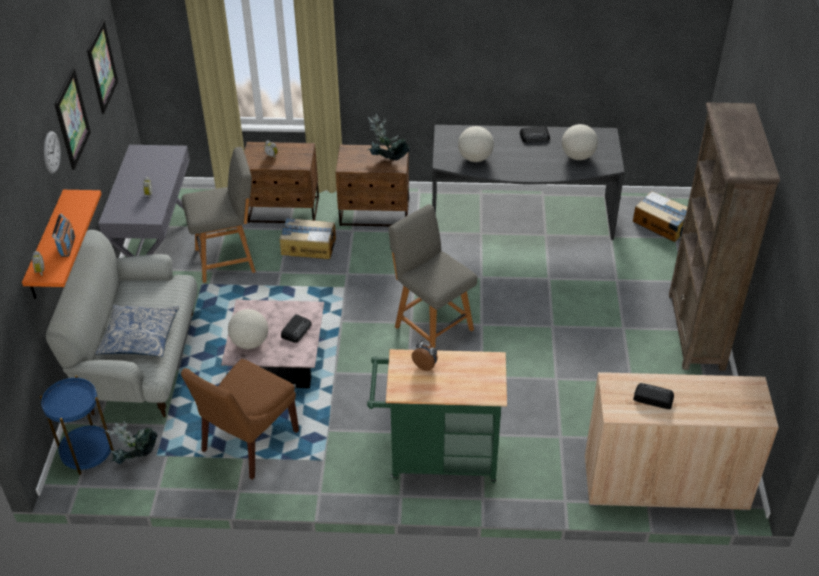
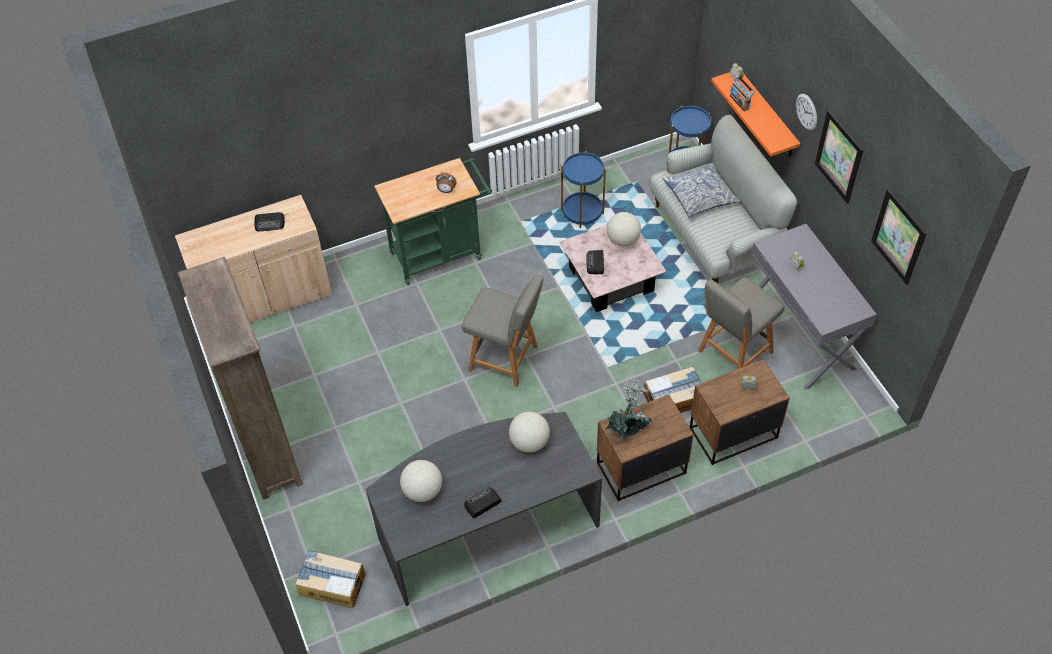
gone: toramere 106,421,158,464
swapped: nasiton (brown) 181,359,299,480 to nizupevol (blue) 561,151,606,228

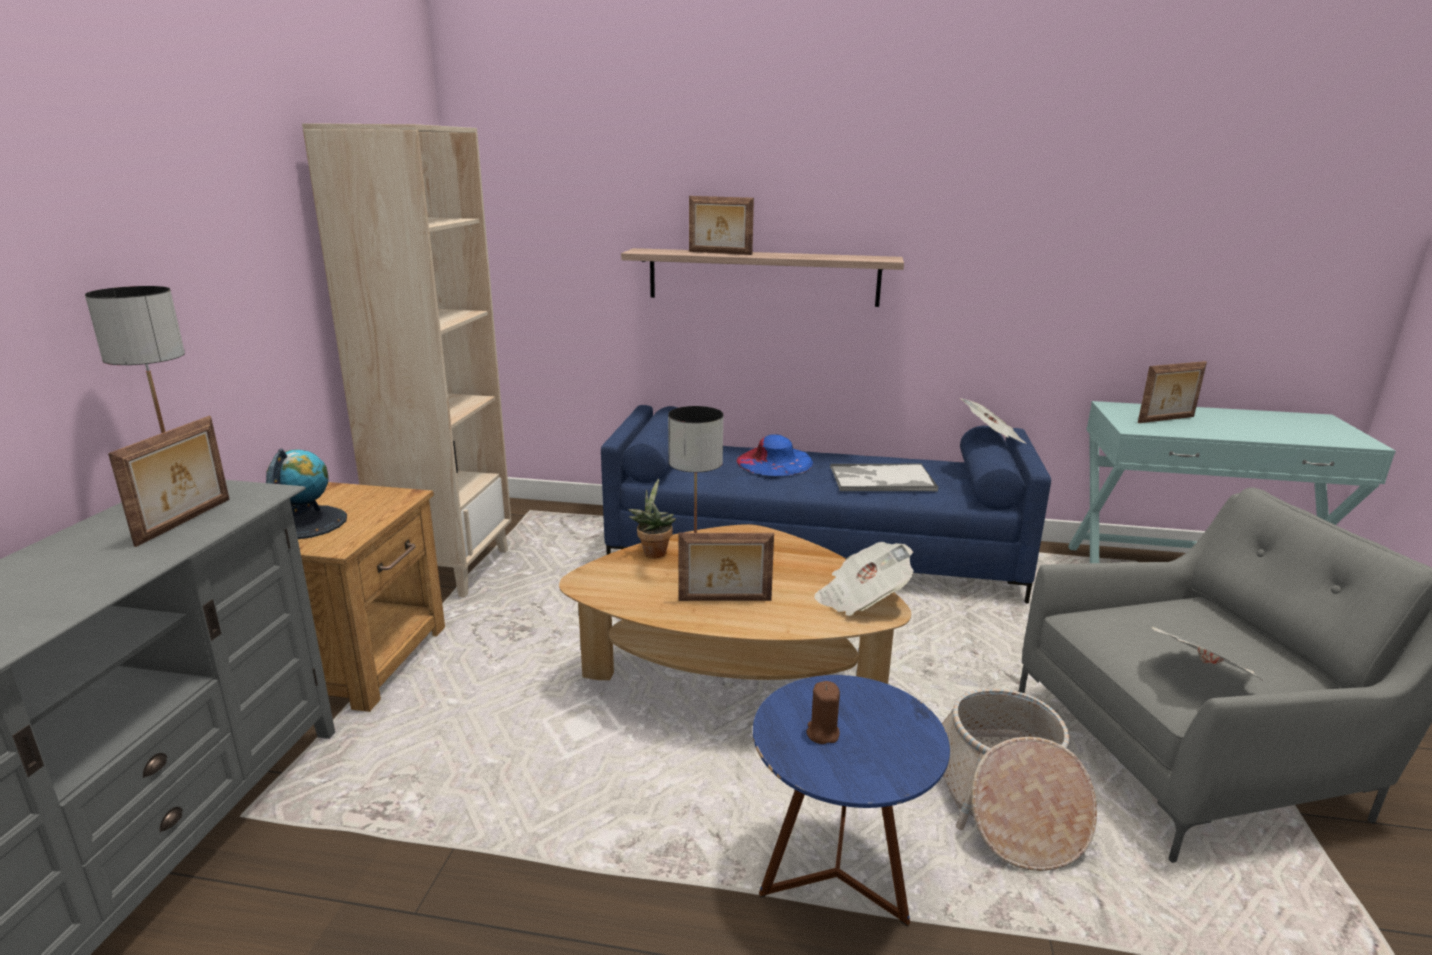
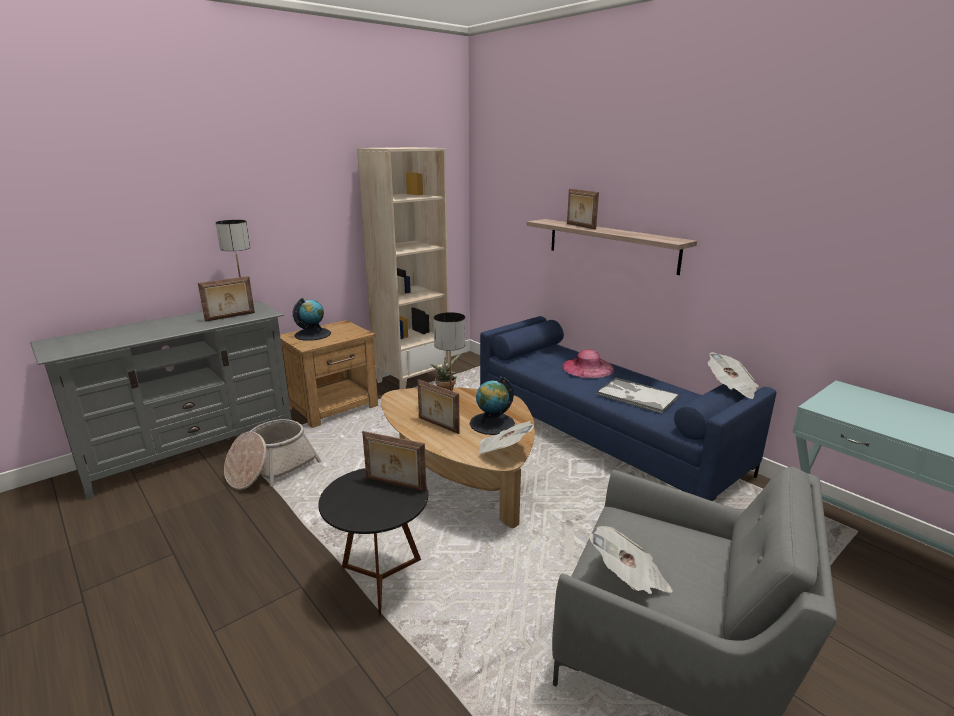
gone: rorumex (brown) 806,681,840,744
new: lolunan 470,376,515,435
shifted: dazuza 942,689,1097,871 to 224,419,321,490; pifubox 1138,361,1207,423 to 362,431,427,492
repainted: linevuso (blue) 737,434,813,476 to linevuso (pink) 562,349,615,378; nizupevol (blue) 753,675,950,927 to nizupevol (black) 318,468,428,617

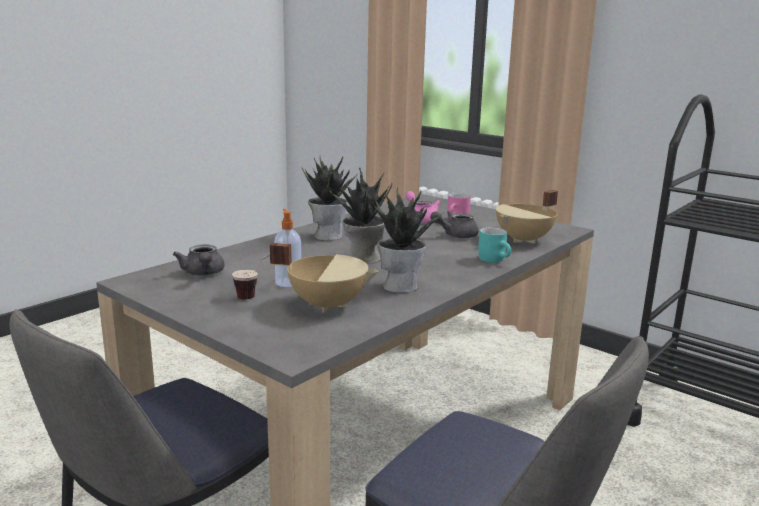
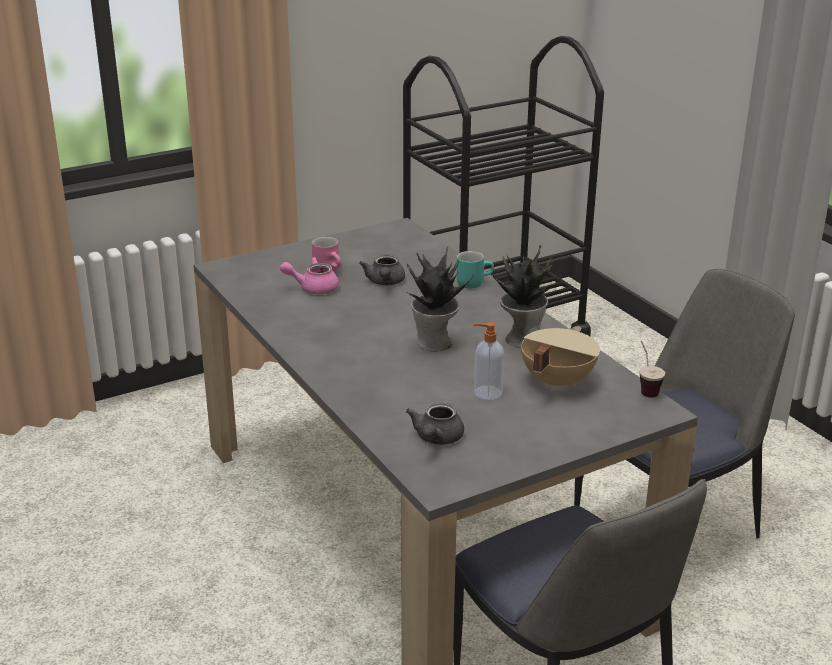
gone: toramere 302,156,358,241; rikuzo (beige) 496,190,558,244
shifted: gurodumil 232,255,270,299 to 639,341,665,398
rotated: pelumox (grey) 173,244,225,276 = 406,403,464,445 105 degrees clockwise

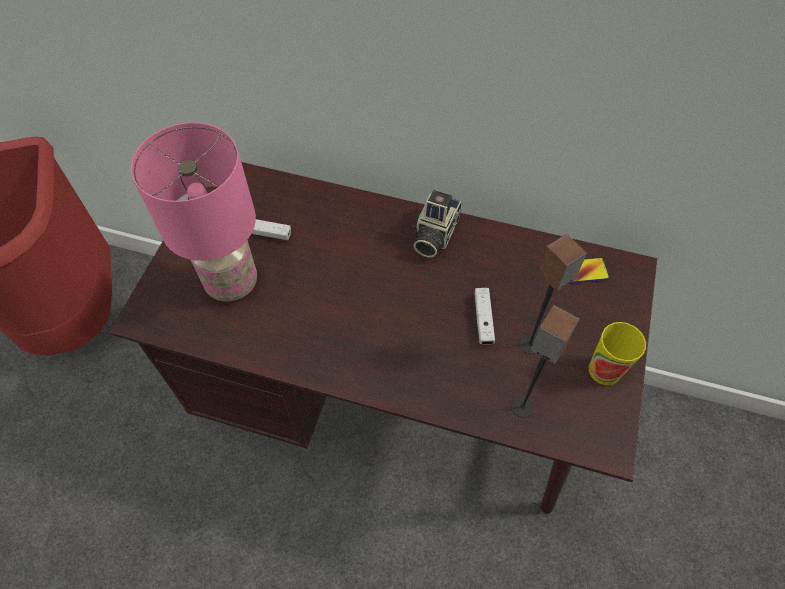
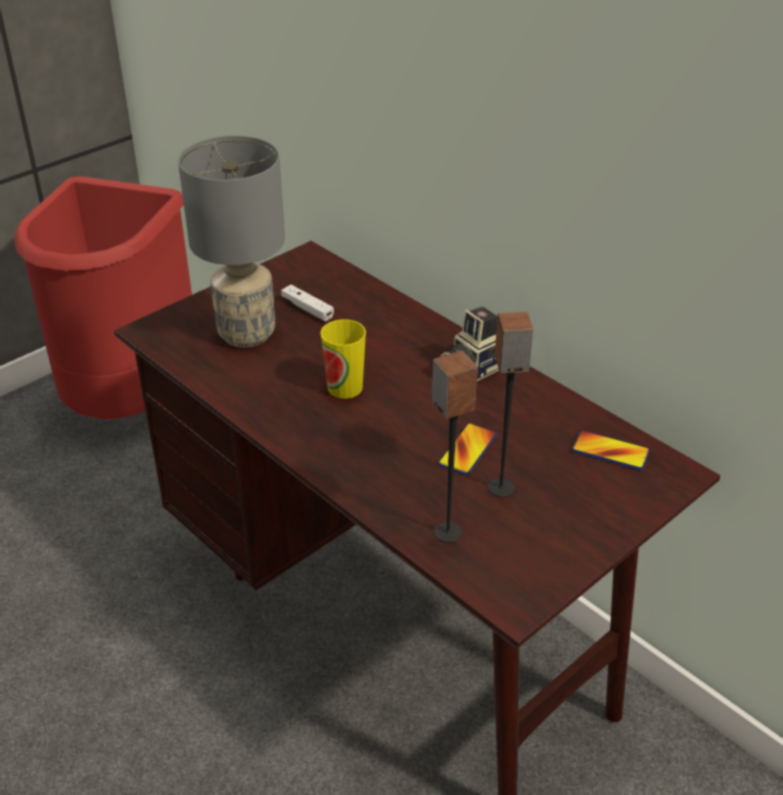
shifted: gurodumil 589,322,646,385 to 320,319,366,399
swapped: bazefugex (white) 474,288,495,345 to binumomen 438,423,497,475
repainted: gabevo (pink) 131,122,257,302 to gabevo (grey) 178,135,285,348

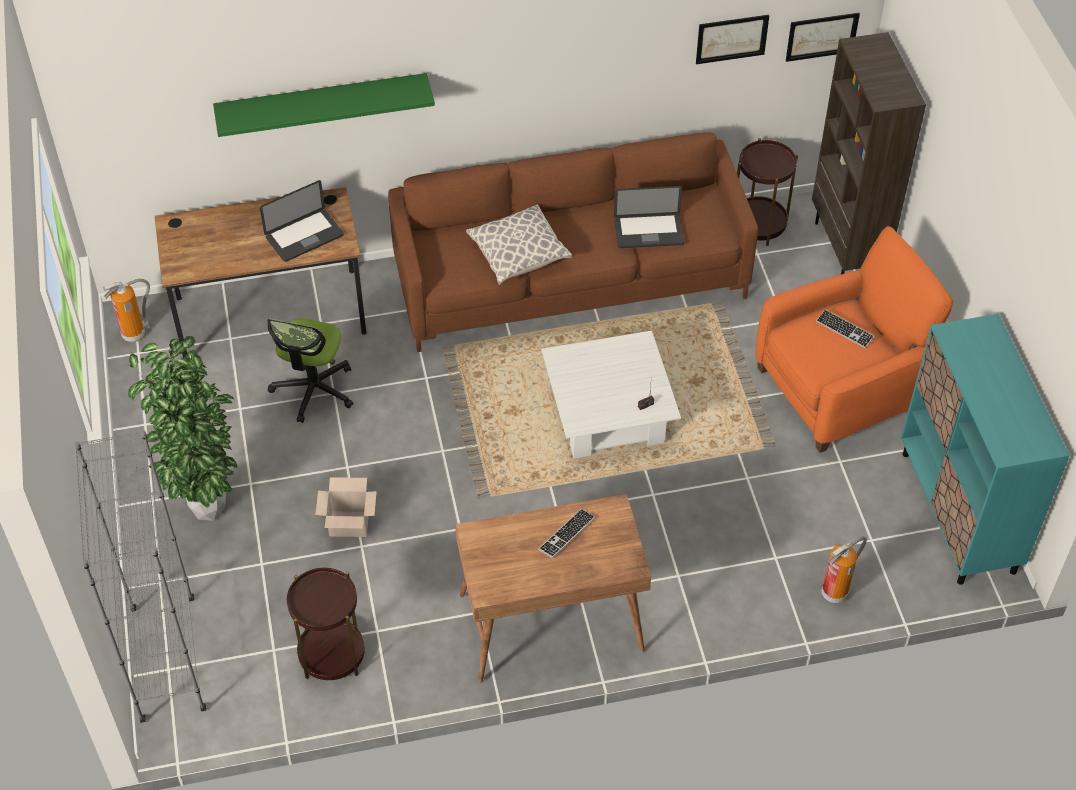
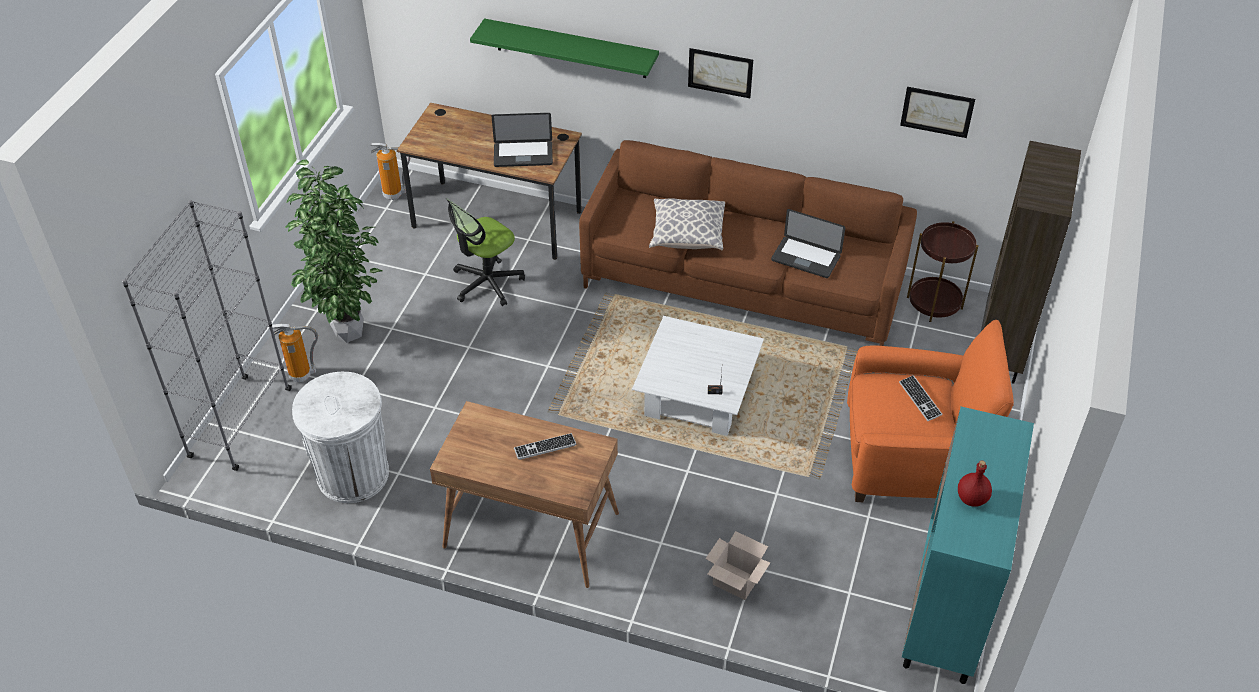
new: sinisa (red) 958,461,992,507
shifted: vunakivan 315,477,377,537 to 706,531,770,600; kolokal 786,13,860,62 to 688,48,753,98; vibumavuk 821,536,867,603 to 272,324,318,382
swapped: nizupevol (brown) 287,568,365,680 to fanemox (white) 292,372,389,503

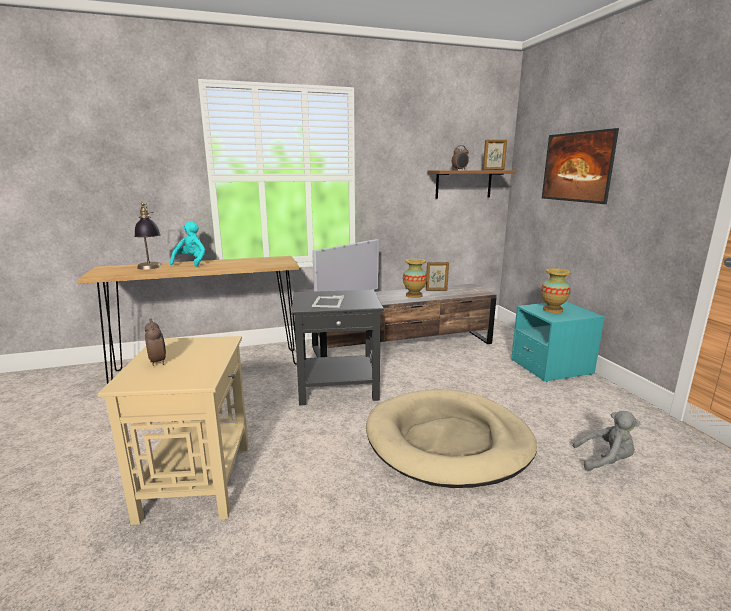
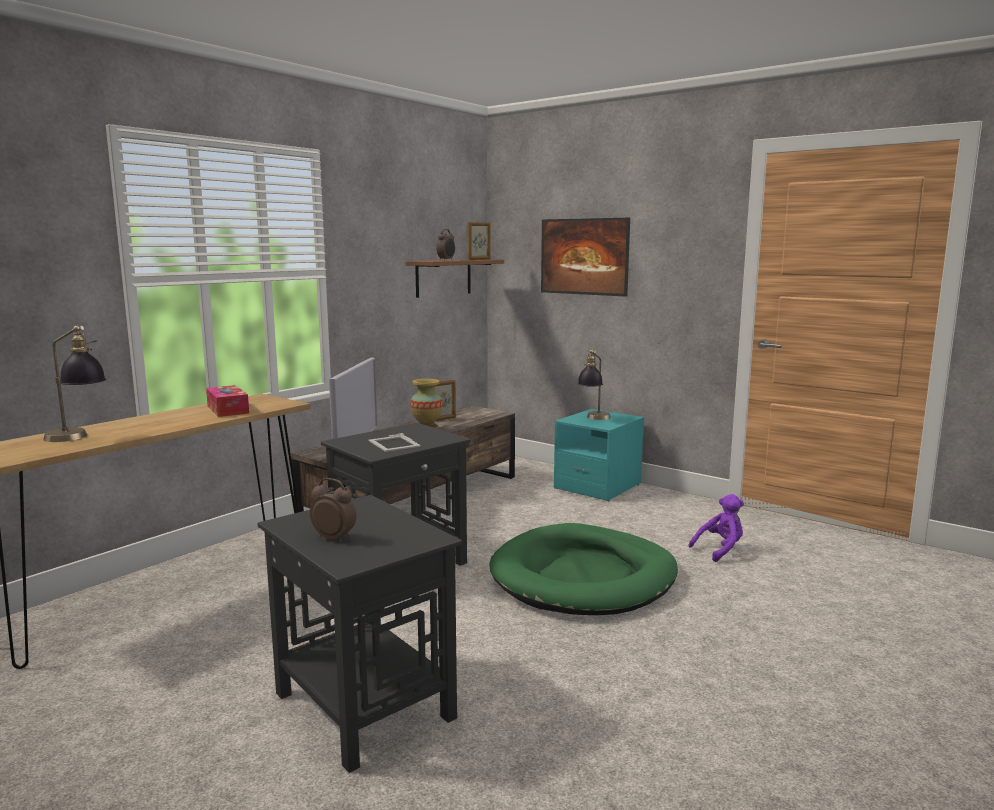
gone: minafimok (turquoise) 170,221,205,267
new: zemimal 206,385,249,417
swapped: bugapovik 541,268,571,313 to gabevo 577,350,611,420
repainted: nizupevol (beige) 98,336,248,525 to nizupevol (black) 258,495,462,773; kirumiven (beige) 366,389,537,488 to kirumiven (green) 489,523,678,615; minafimok (grey) 573,411,640,471 to minafimok (purple) 688,494,744,562

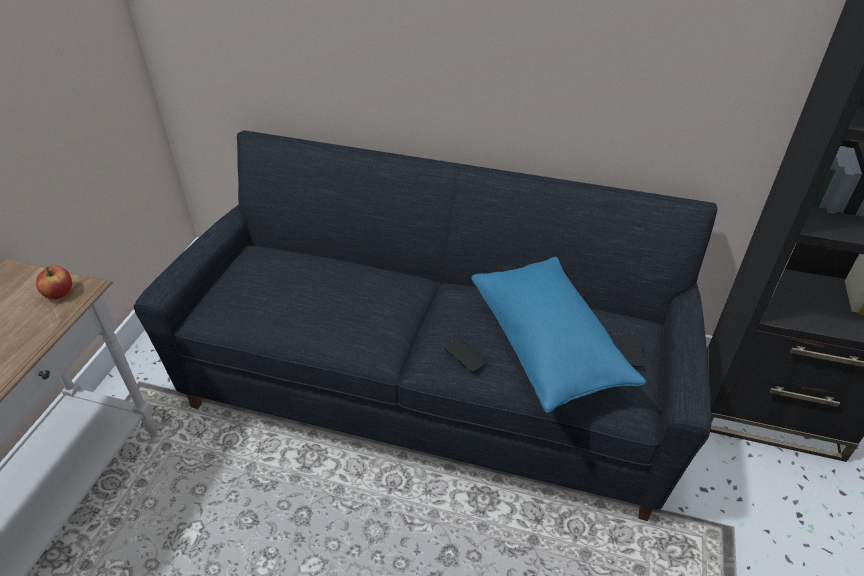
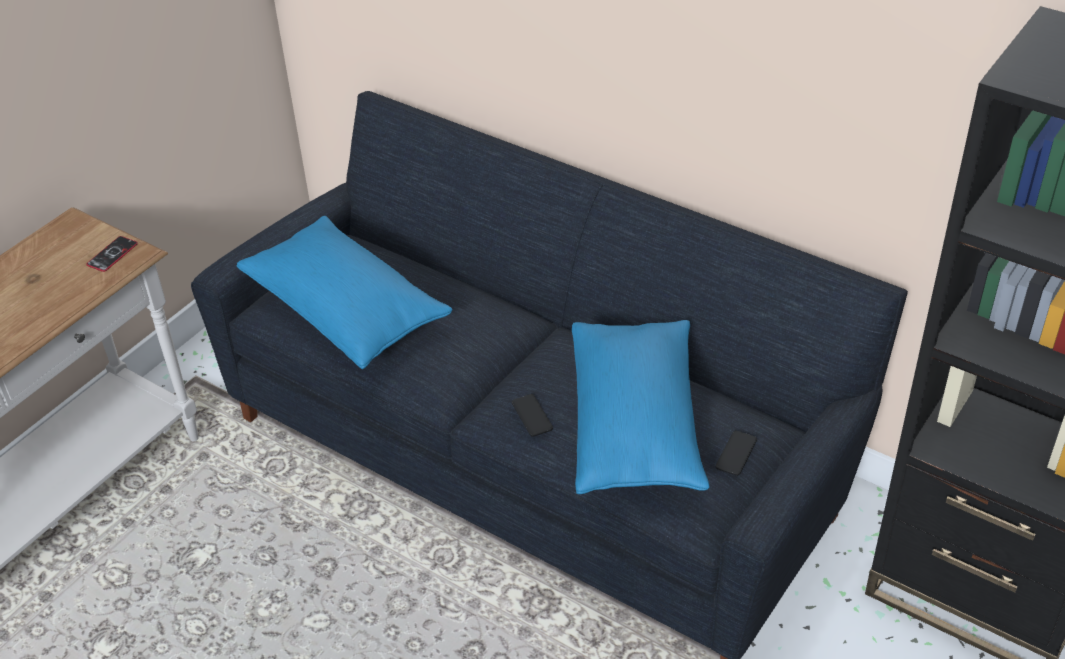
new: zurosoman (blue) 236,216,452,369
swapped: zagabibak 36,266,72,299 to binumomen 86,236,138,272

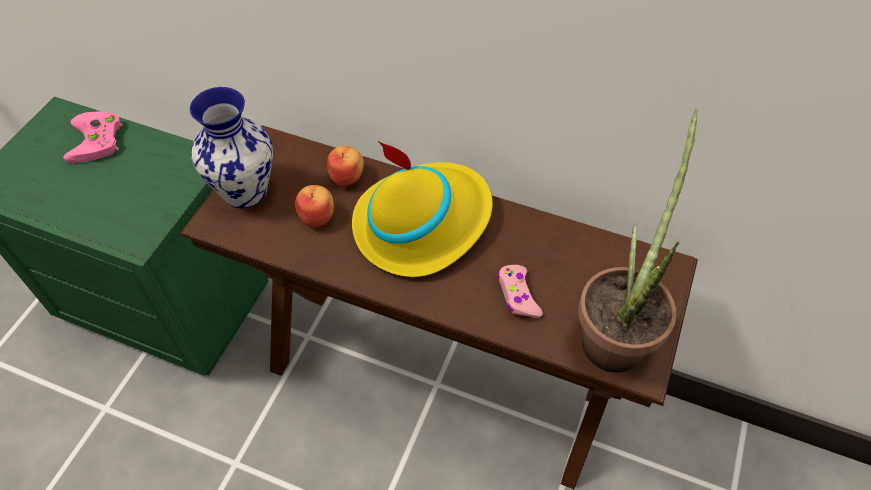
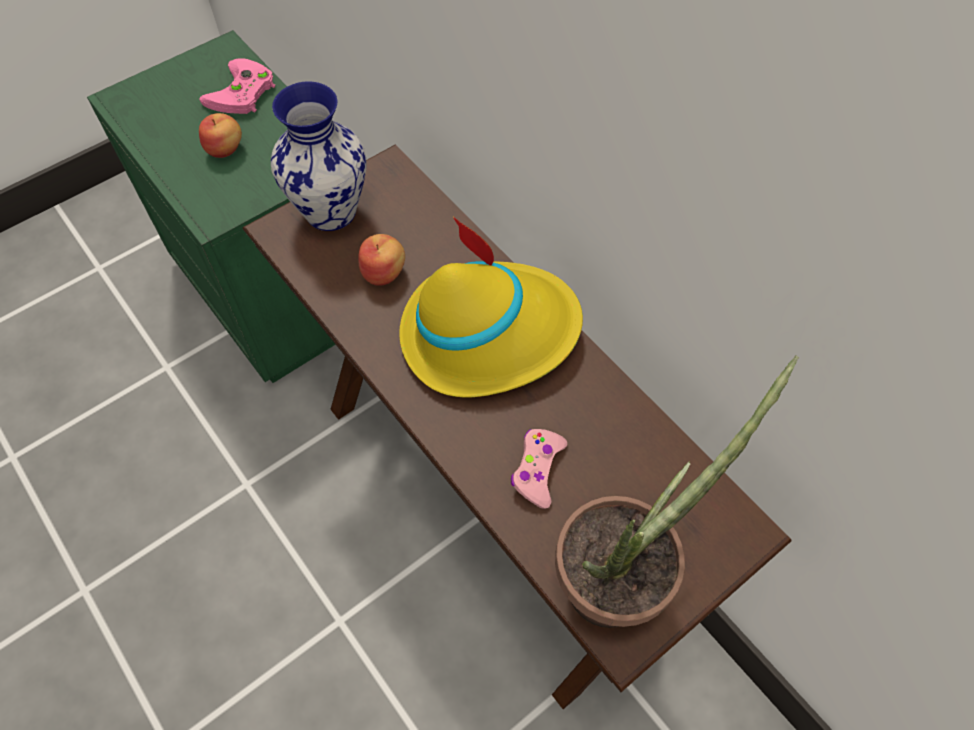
shifted: zagabibak 327,146,364,187 to 199,113,242,158

